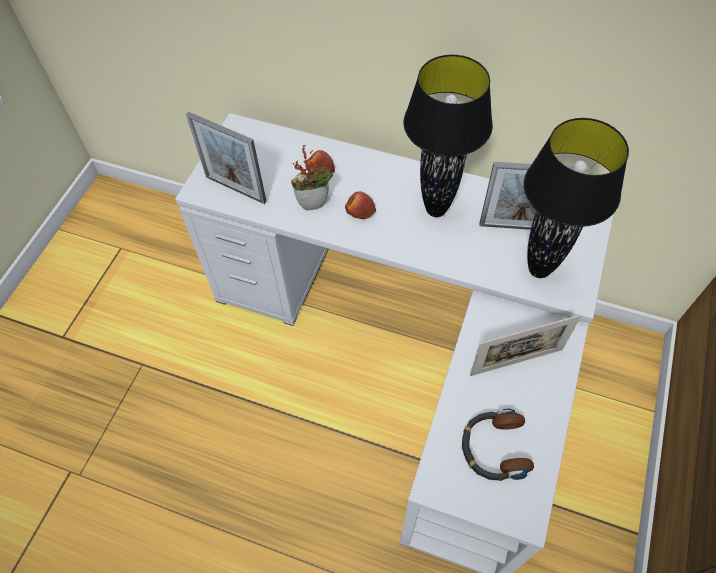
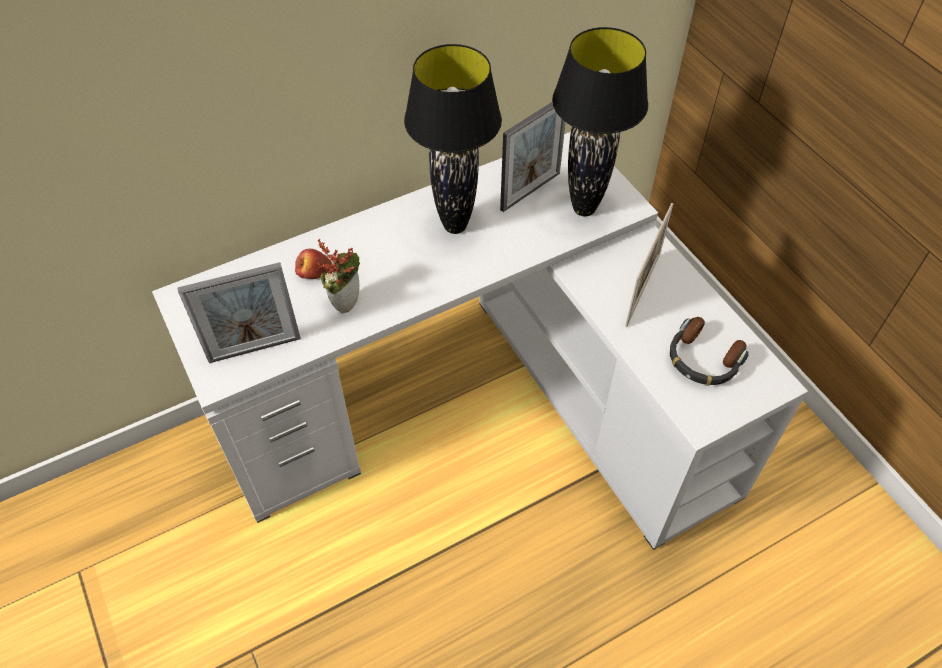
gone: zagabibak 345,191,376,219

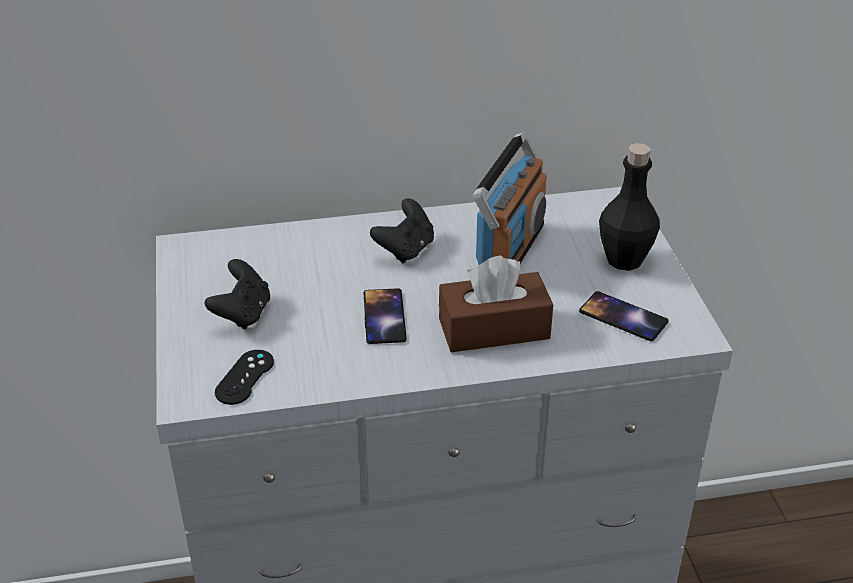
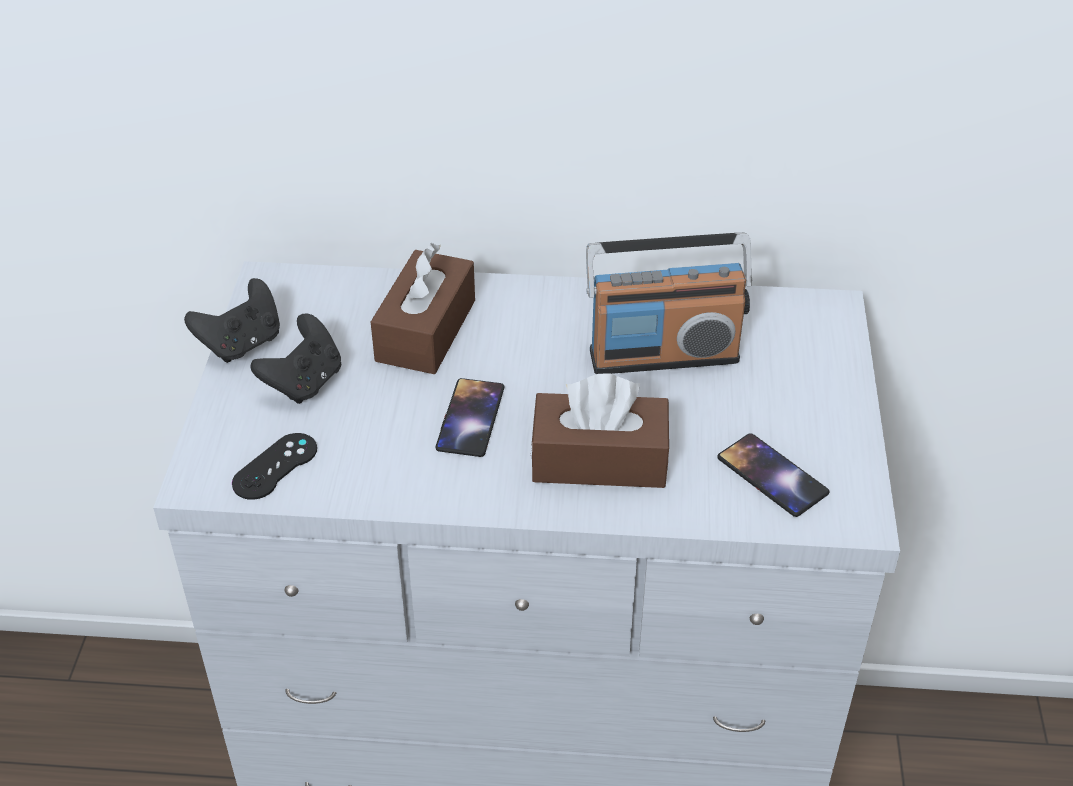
gone: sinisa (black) 599,143,660,271
new: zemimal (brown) 371,243,475,374
shifted: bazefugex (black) 370,198,434,263 to 184,278,280,363
rotated: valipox 473,132,547,265 = 586,233,752,374 45 degrees clockwise

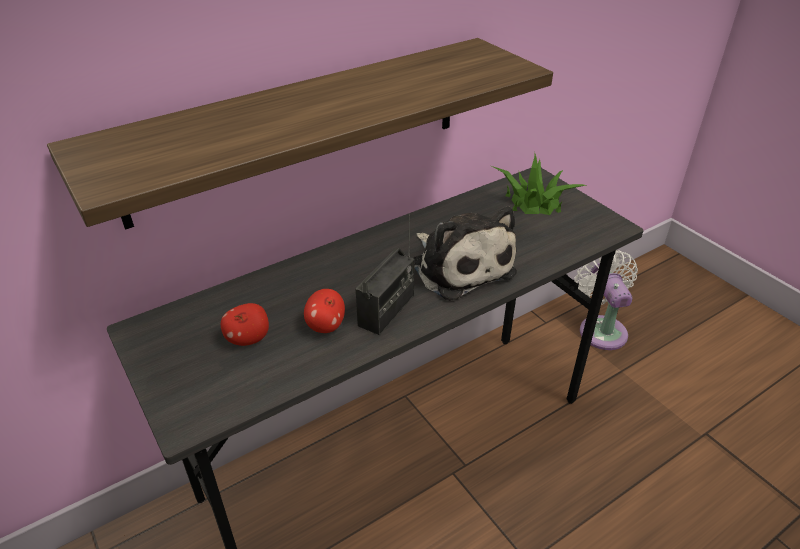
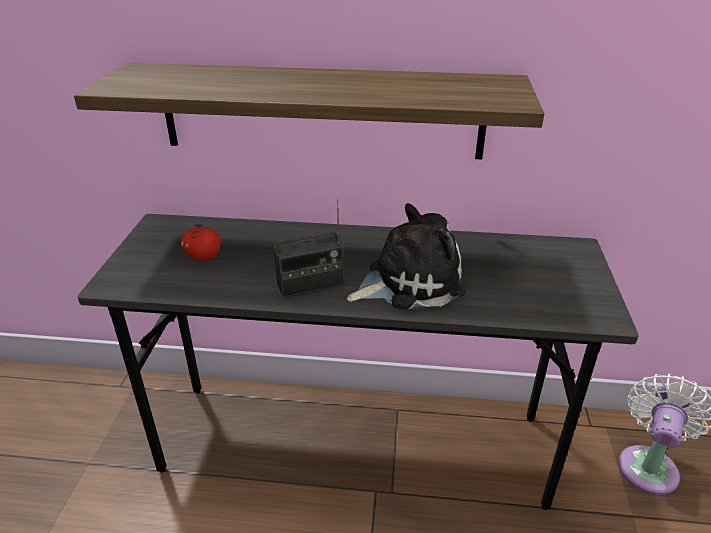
gone: zagabibak 304,289,345,333; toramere 491,153,587,215
rotated: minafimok 413,206,517,301 = 347,203,466,310 120 degrees counterclockwise

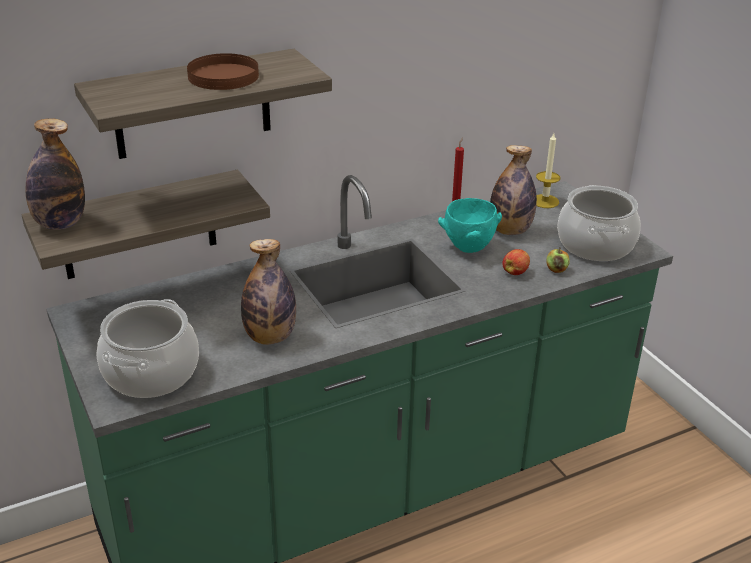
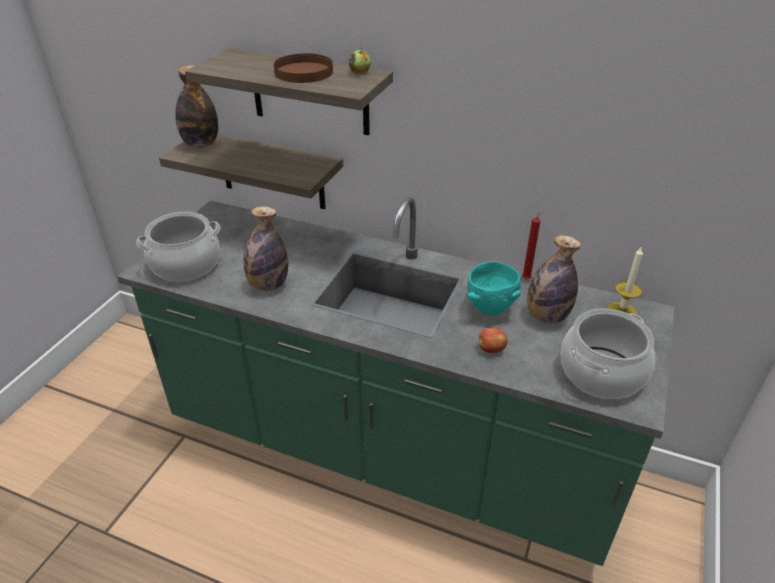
shifted: zagabibak 546,247,570,273 to 349,47,371,74

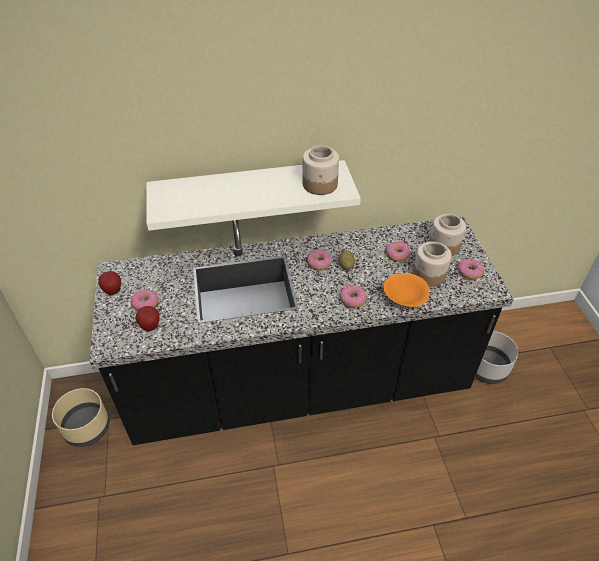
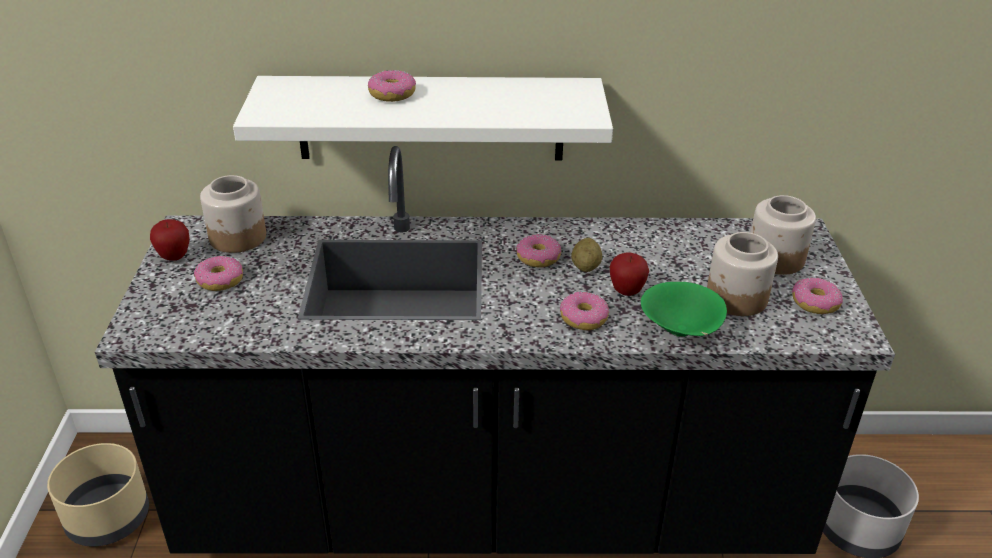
shifted: zagabibak 136,306,159,331 to 610,252,649,296; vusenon 303,145,339,195 to 200,175,266,253; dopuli 386,242,411,262 to 368,70,416,102
repainted: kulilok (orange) 383,273,430,307 to kulilok (green) 641,282,727,337

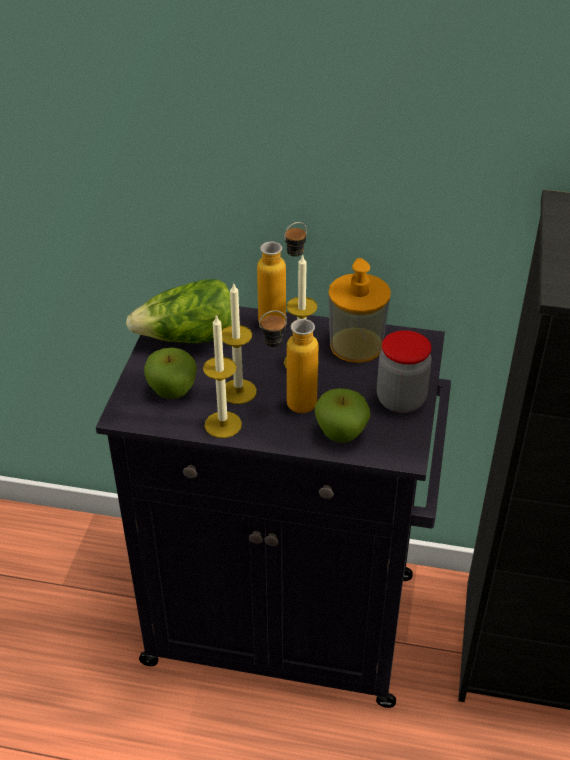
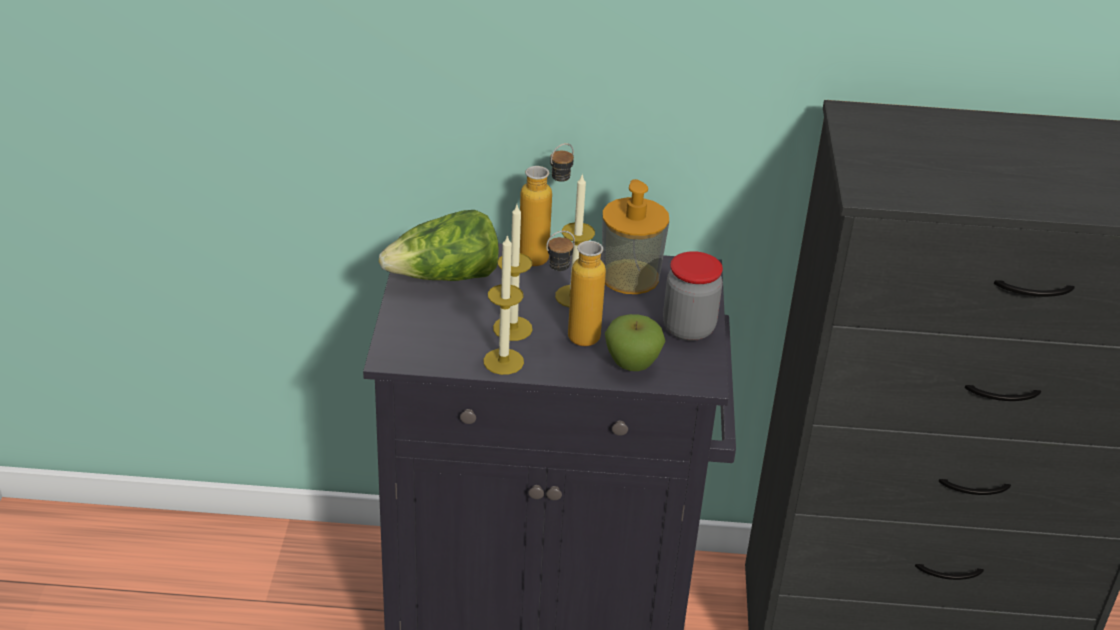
gone: zagabibak 144,347,197,399

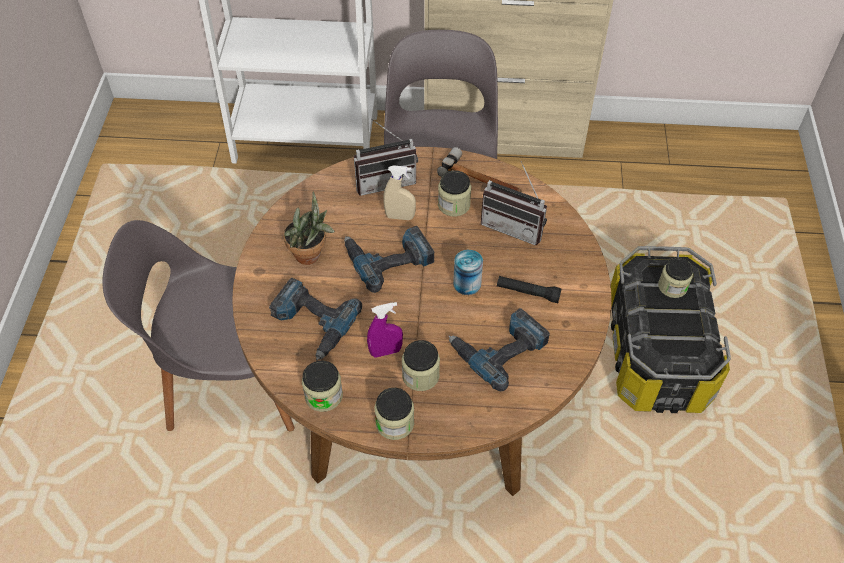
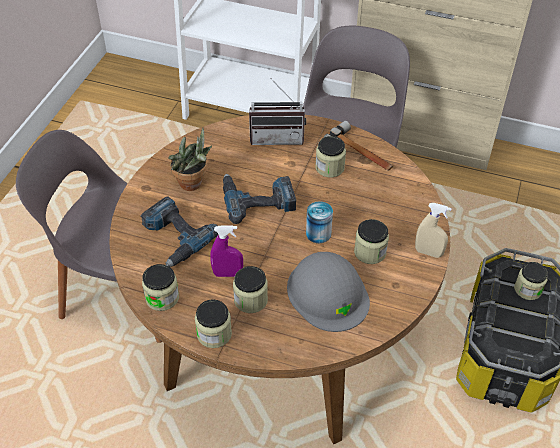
gone: valipox 481,161,547,245
shifted: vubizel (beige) 383,165,416,220 to 415,203,452,258
swapped: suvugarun 449,308,550,391 to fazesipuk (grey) 287,252,370,332; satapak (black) 497,276,562,303 to vusenon 354,219,389,264

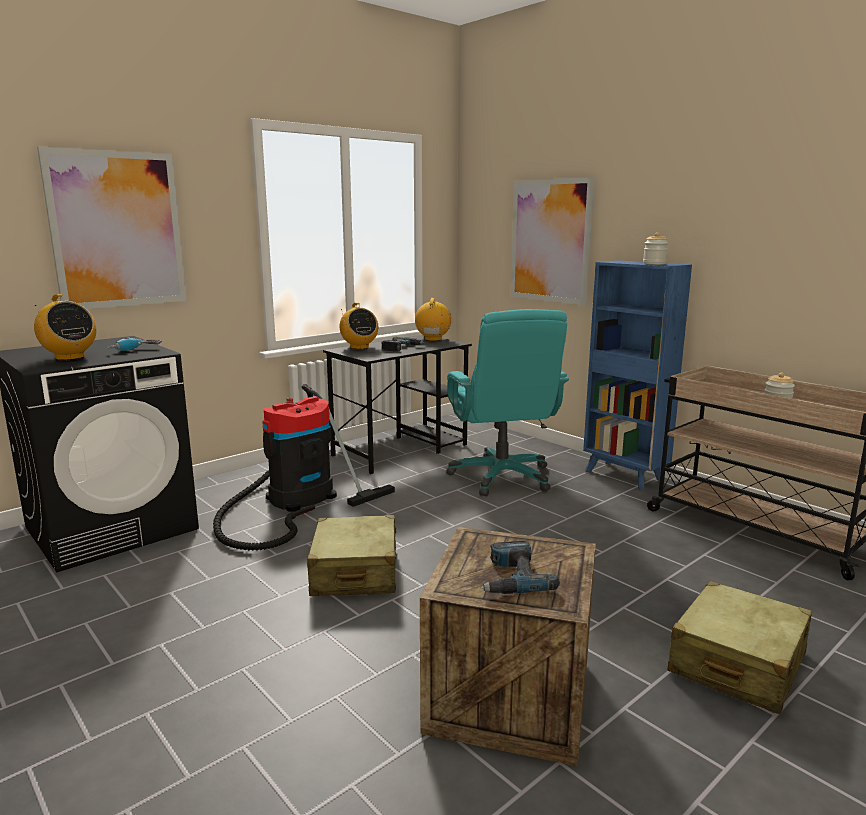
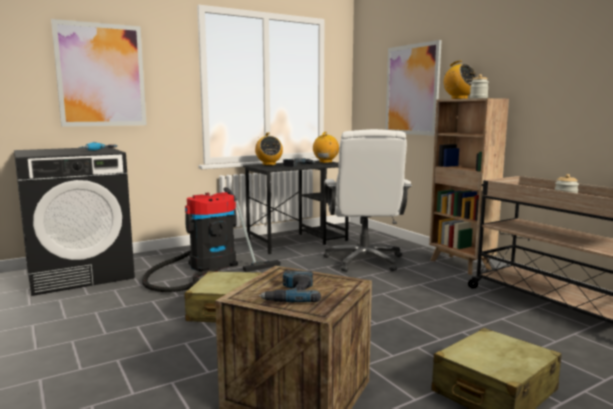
shifted: valipox 34,294,97,360 to 441,61,477,99
repainted: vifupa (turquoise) 446,309,569,496 to vifupa (white) 323,129,412,272; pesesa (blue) 583,260,692,490 to pesesa (brown) 429,98,509,275

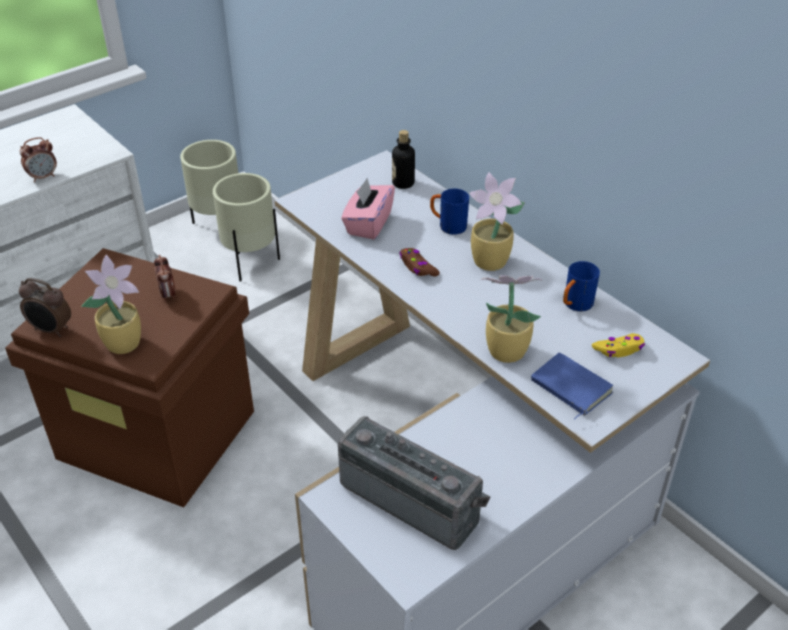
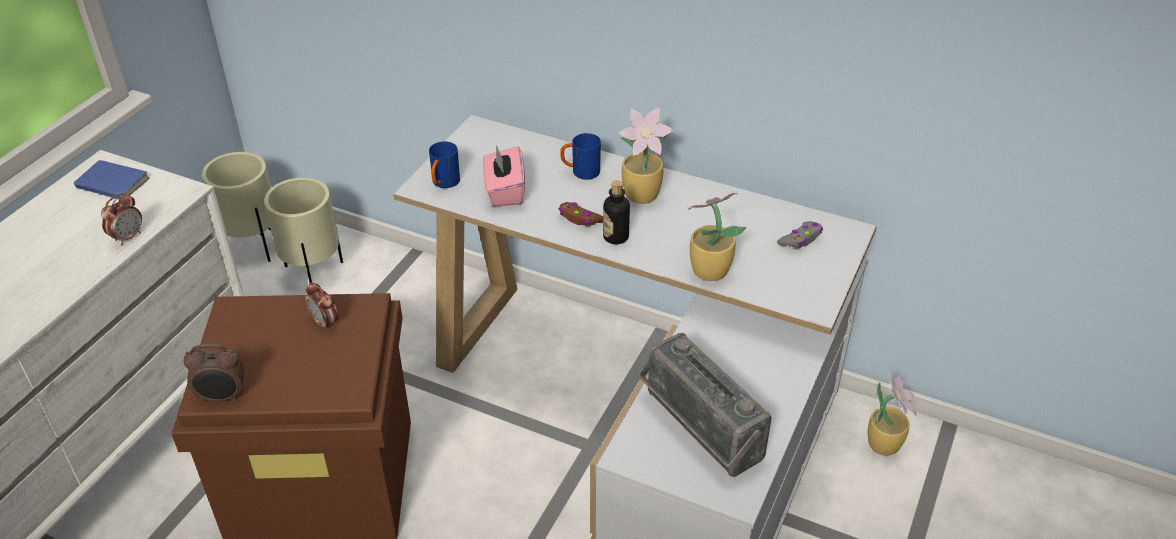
shifted: toramere 81,255,141,354 to 868,372,916,456; sinisa 392,130,415,189 to 603,180,630,244; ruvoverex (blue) 531,353,613,420 to 74,160,150,204; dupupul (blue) 563,261,600,311 to 429,141,460,188
repainted: bazefugex (yellow) 592,333,645,357 to bazefugex (grey) 777,221,823,248
rotated: valipox 338,416,490,550 = 638,333,772,477 135 degrees counterclockwise

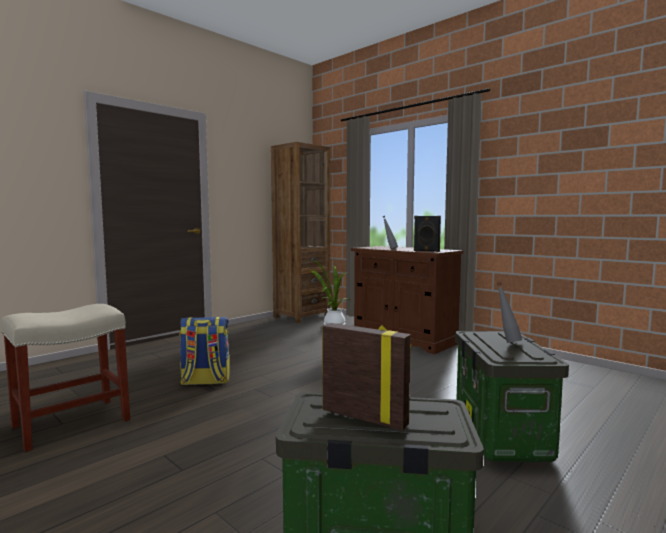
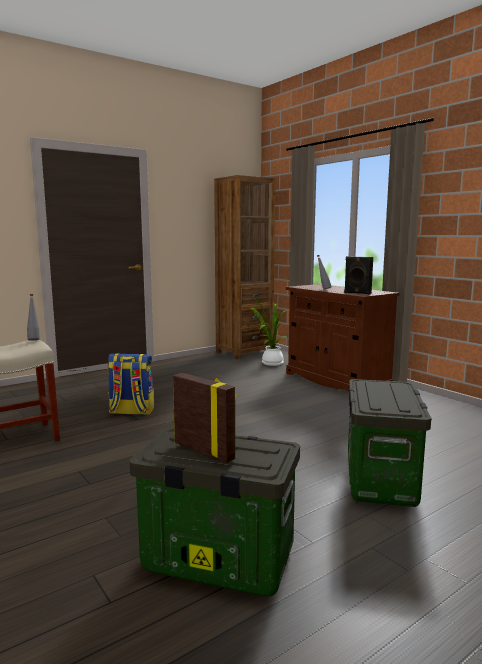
shifted: sinisa (grey) 497,283,522,343 to 27,294,40,340

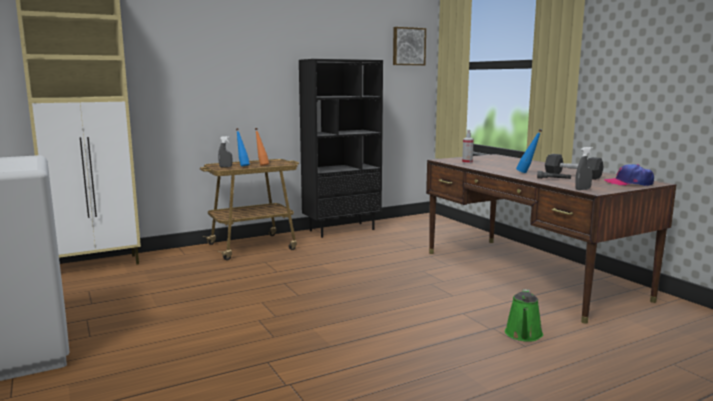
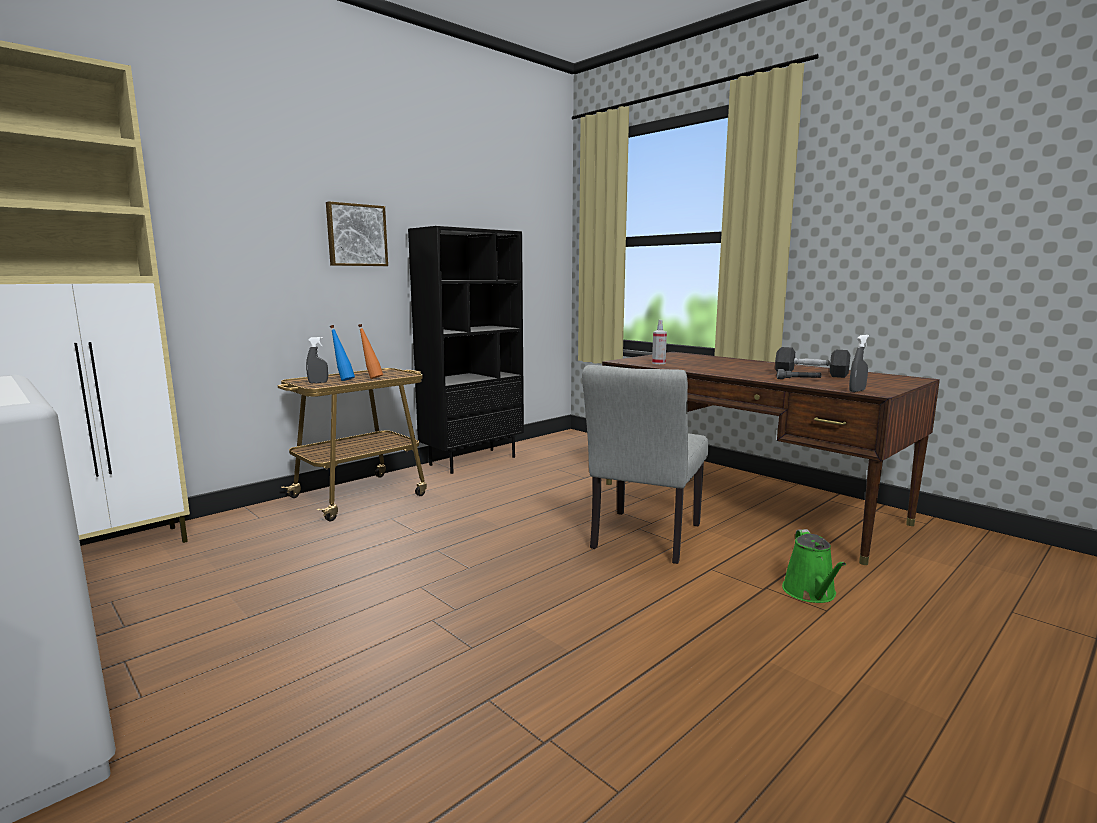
gone: sinisa (blue) 516,129,542,173; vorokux 604,164,654,186
new: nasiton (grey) 582,365,708,564
shifted: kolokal 393,27,426,66 to 326,201,388,266

